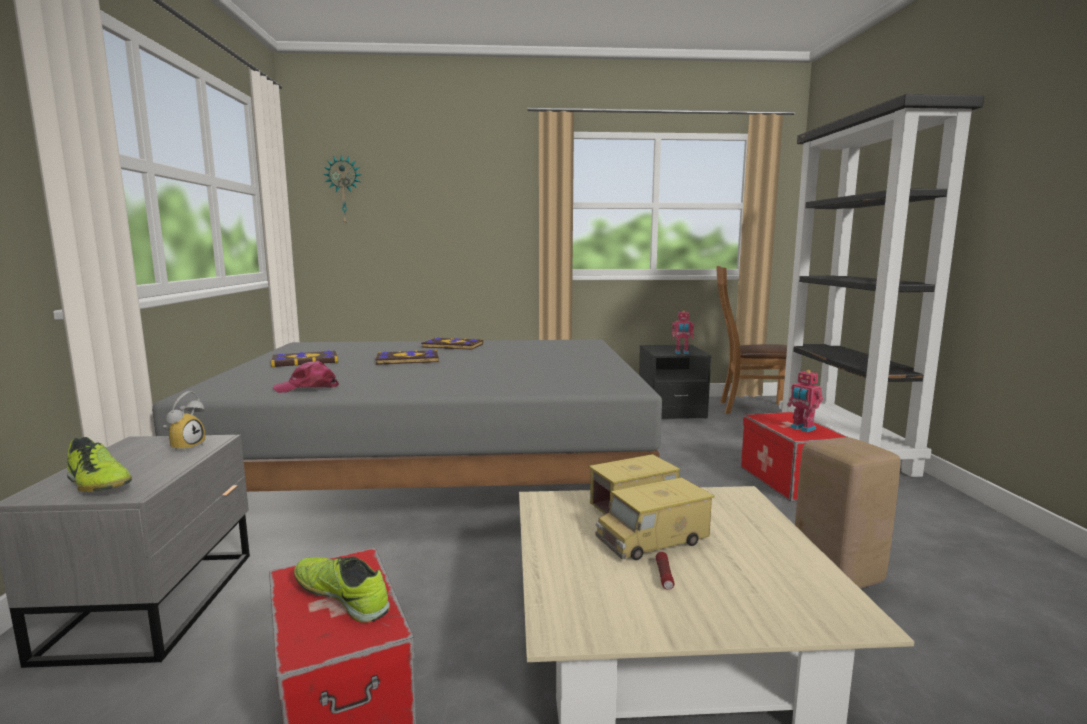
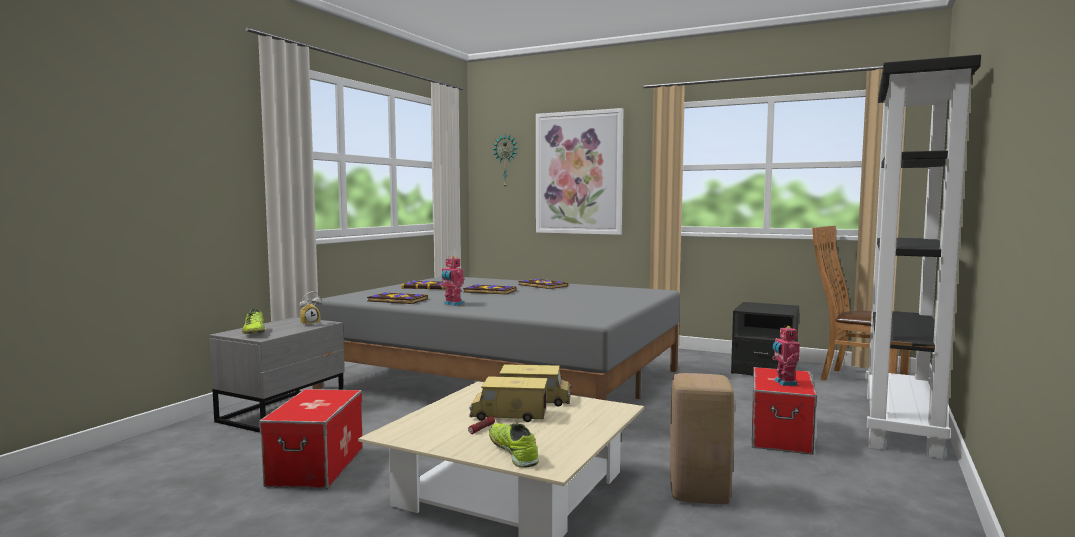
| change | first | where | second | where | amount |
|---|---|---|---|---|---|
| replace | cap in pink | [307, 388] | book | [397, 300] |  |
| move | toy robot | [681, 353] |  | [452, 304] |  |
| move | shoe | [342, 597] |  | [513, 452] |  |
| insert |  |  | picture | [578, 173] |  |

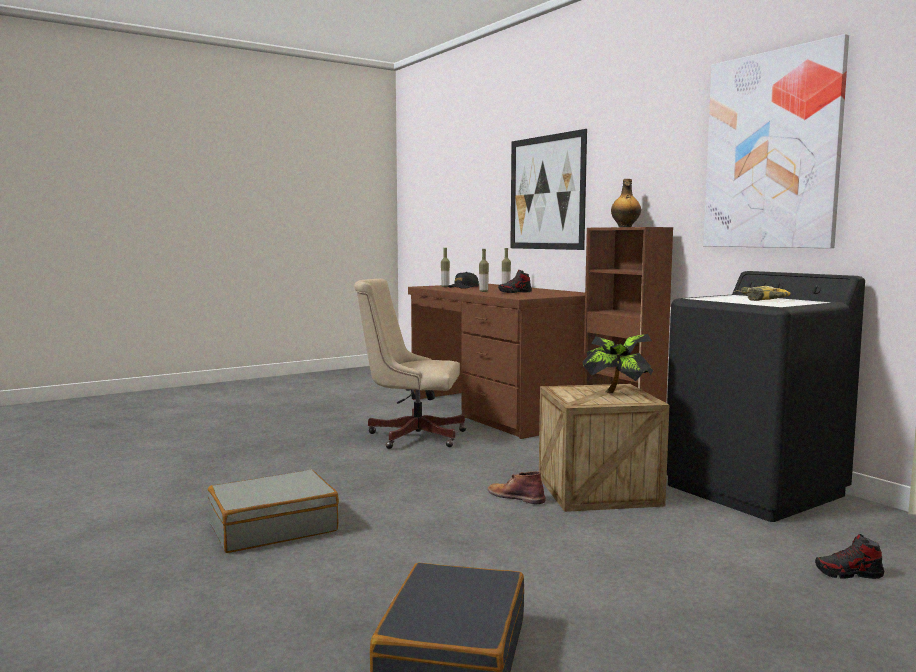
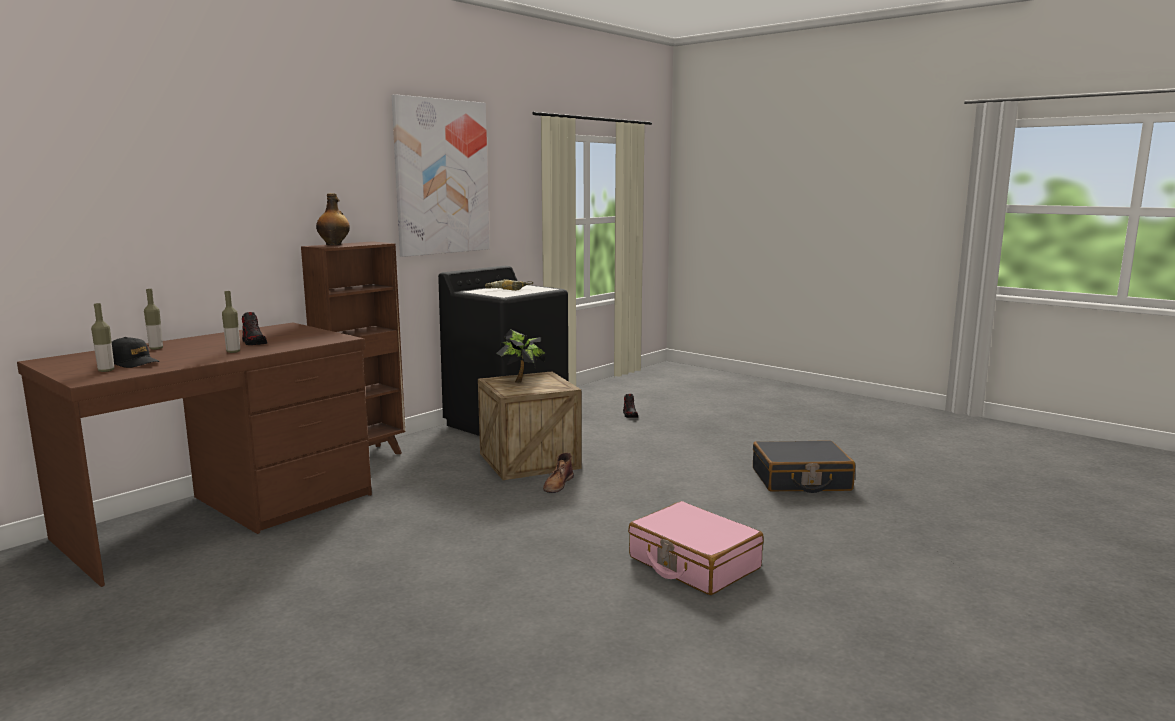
| change | first | where | second | where | amount |
|---|---|---|---|---|---|
| recolor | suitcase in grey | [273, 527] | suitcase in pink | [693, 563] |  |
| delete | office chair in beige | [410, 436] |  |  |  |
| delete | picture | [546, 192] |  |  |  |

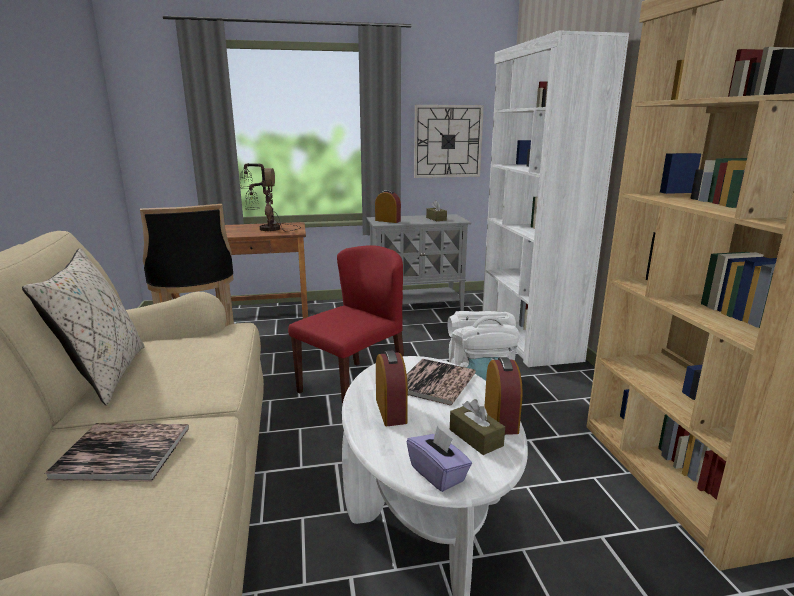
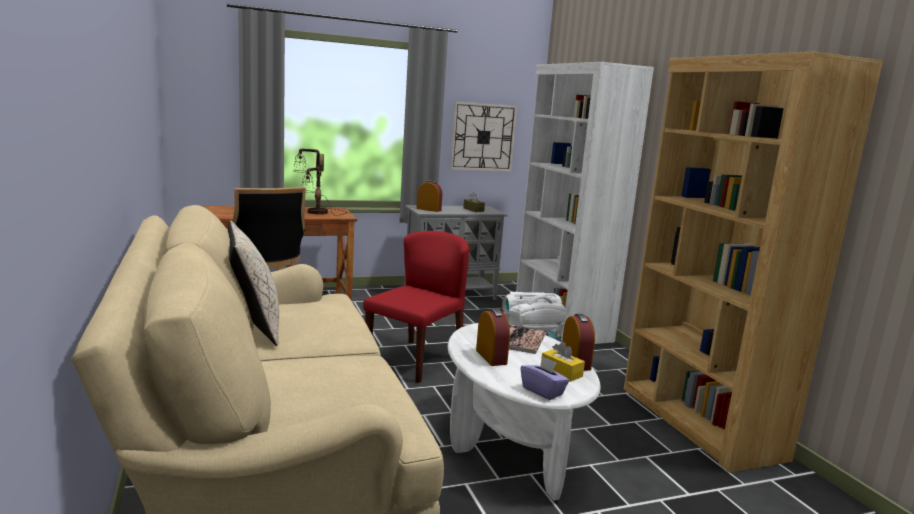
| change | first | where | second | where | amount |
|---|---|---|---|---|---|
| recolor | tissue box in brown | [476, 437] | tissue box in yellow | [561, 372] |  |
| delete | book | [123, 452] |  |  |  |

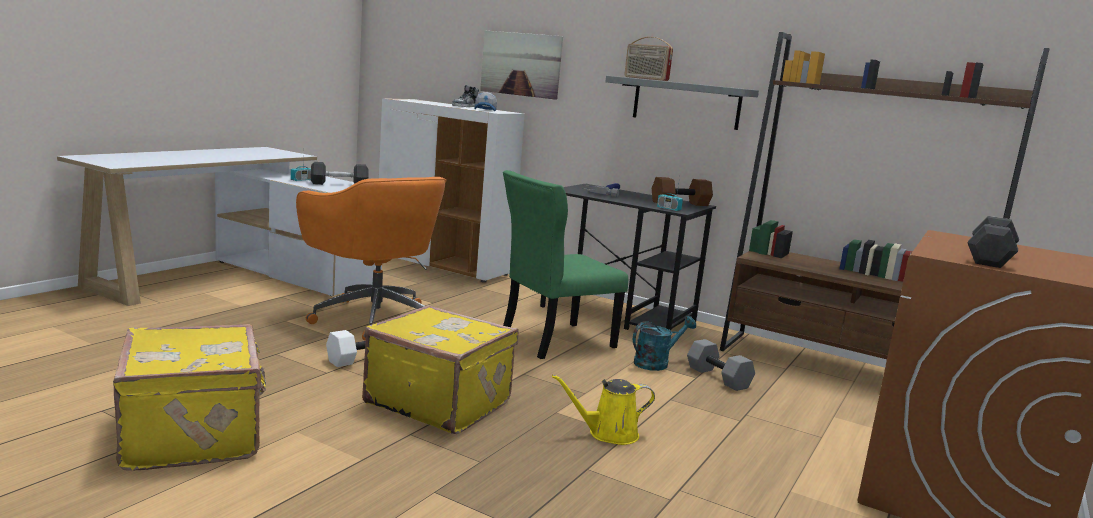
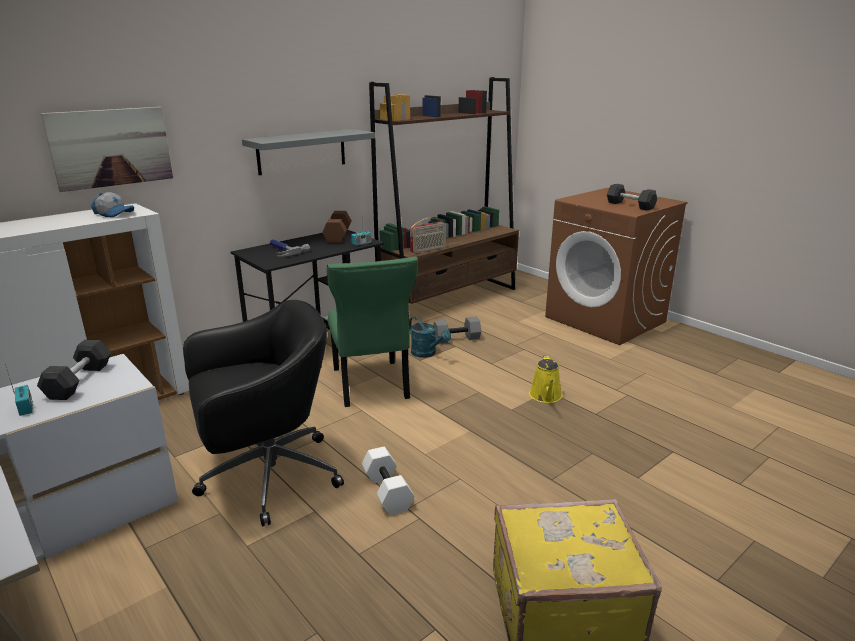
| change | first | where | second | where | amount |
|---|---|---|---|---|---|
| recolor | office chair in orange | [373, 318] | office chair in black | [267, 477] |  |
| rotate | watering can in turquoise | [656, 363] |  | [427, 353] | 150 degrees clockwise |
| move | radio | [645, 78] |  | [428, 250] |  |
| delete | suitcase in yellow | [439, 402] |  |  |  |
| delete | shoe | [465, 106] |  |  |  |

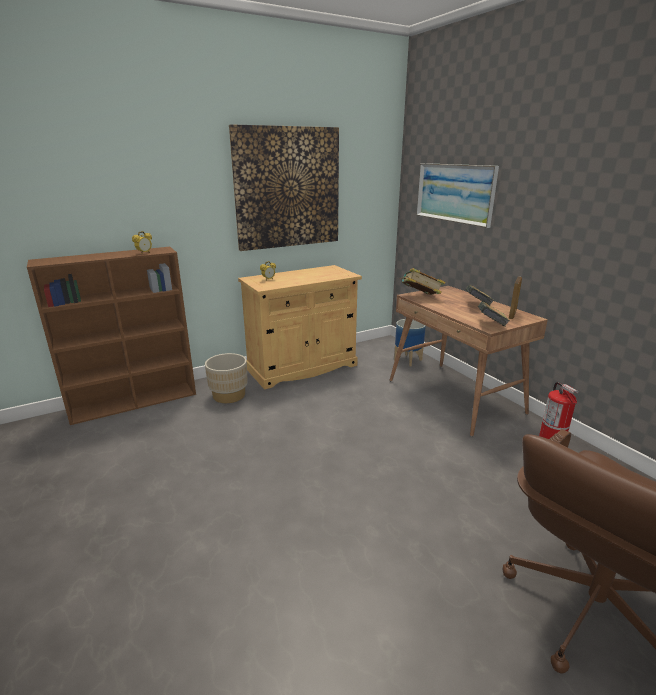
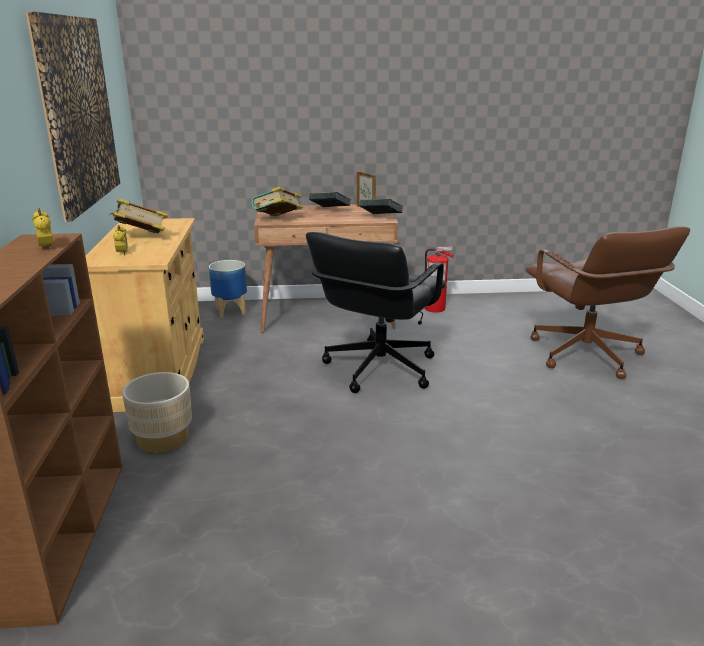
| change | first | where | second | where | amount |
|---|---|---|---|---|---|
| insert |  |  | book | [141, 238] |  |
| insert |  |  | office chair in black | [378, 368] |  |
| delete | picture | [454, 193] |  |  |  |

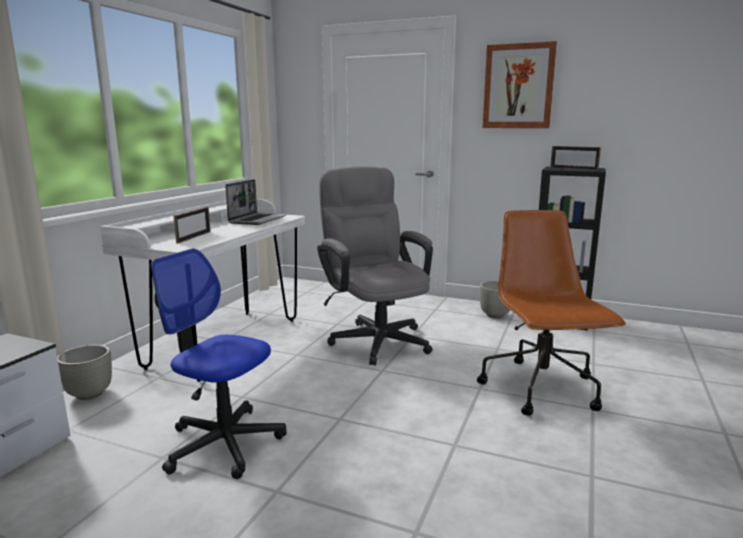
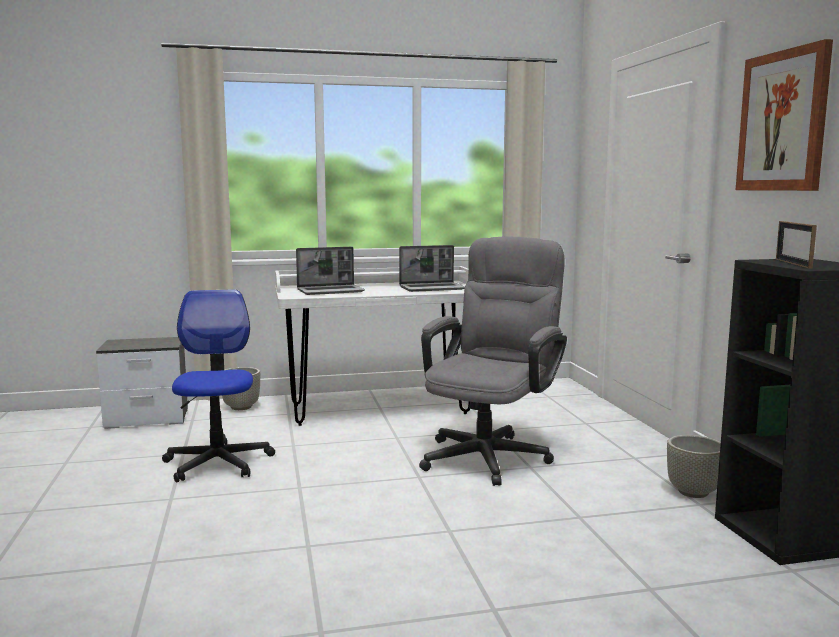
| change | first | where | second | where | amount |
|---|---|---|---|---|---|
| replace | picture frame | [194, 237] | laptop | [331, 291] |  |
| delete | office chair in brown | [542, 389] |  |  |  |

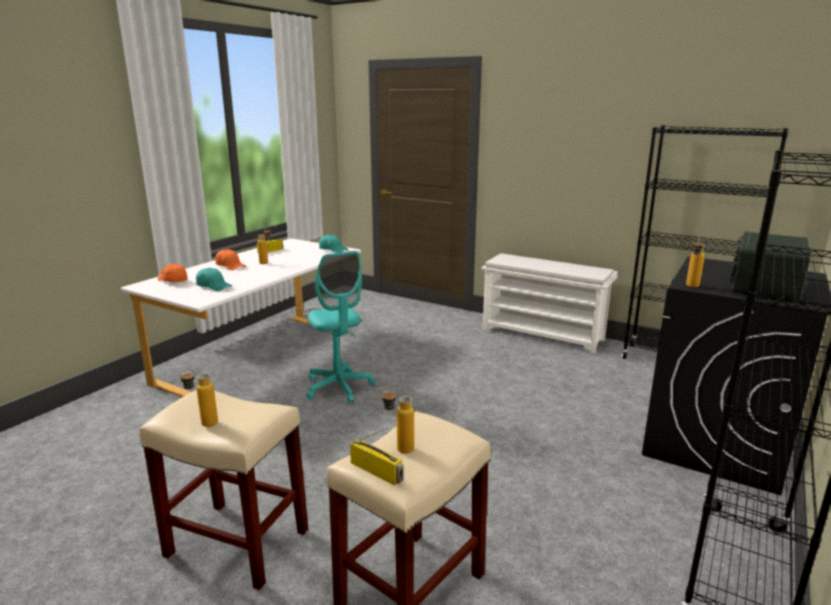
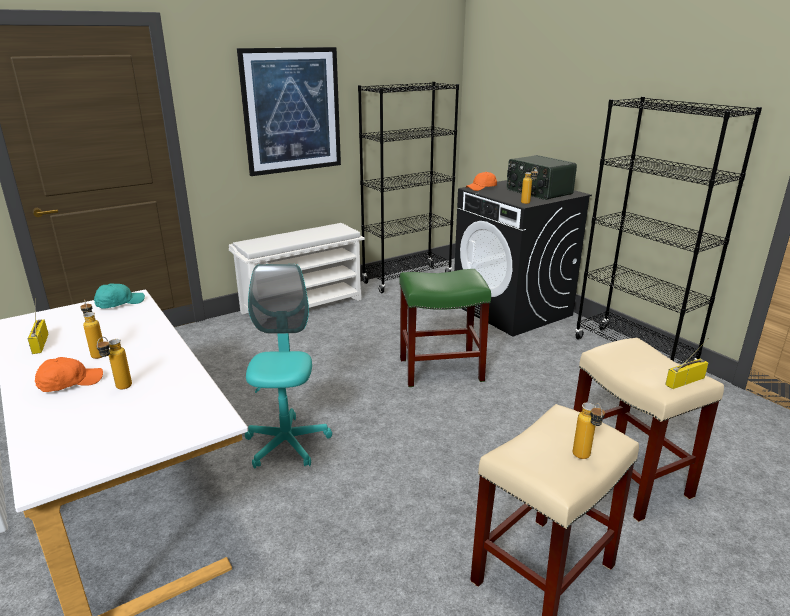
| change | first | where | second | where | amount |
|---|---|---|---|---|---|
| move | bottle | [398, 450] |  | [119, 389] |  |
| insert |  |  | picture | [292, 111] |  |
| rotate | office chair in turquoise | [339, 387] |  | [287, 444] | 90 degrees counterclockwise |
| insert |  |  | stool in green | [441, 369] |  |
| move | cap in orange | [172, 281] |  | [482, 188] |  |
| delete | cap in turquoise | [214, 286] |  |  |  |

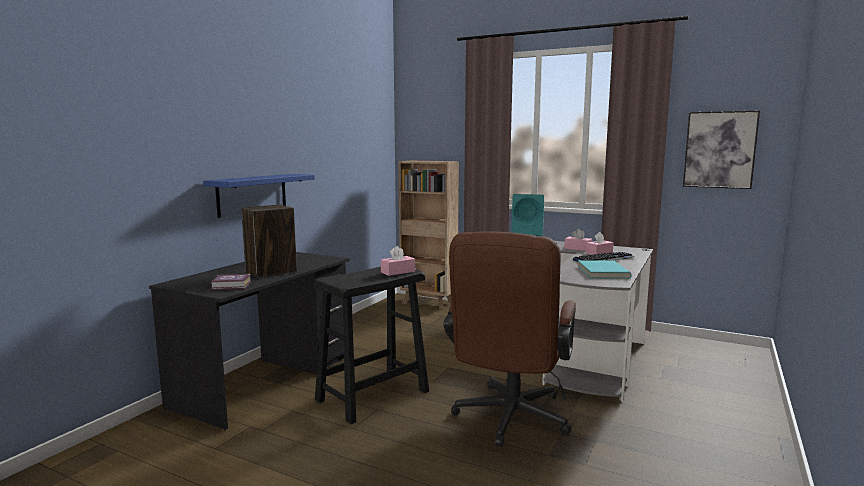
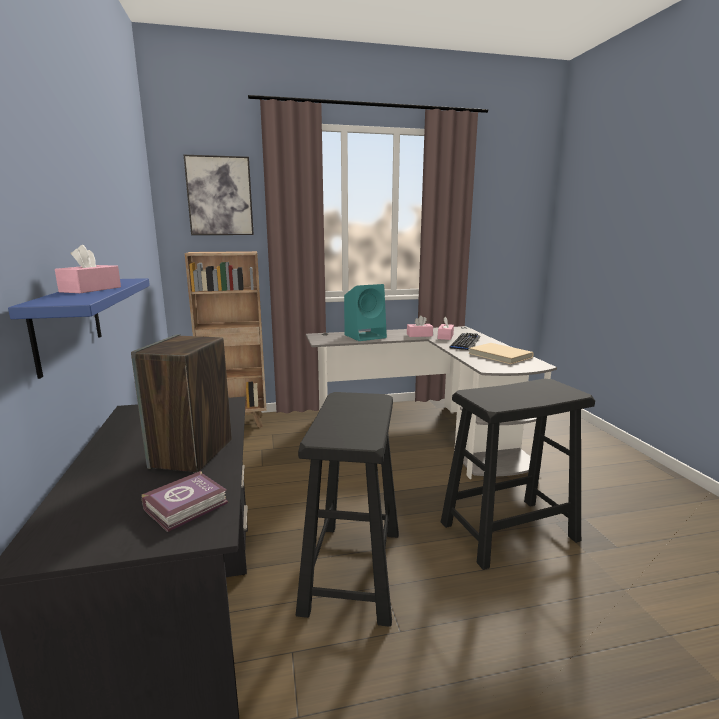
| change | first | where | second | where | amount |
|---|---|---|---|---|---|
| move | tissue box in pink | [398, 272] |  | [91, 289] |  |
| move | picture | [719, 150] |  | [220, 196] |  |
| replace | office chair in brown | [509, 420] | stool in black | [507, 531] |  |
| recolor | book in turquoise | [601, 272] | book in beige | [499, 355] |  |

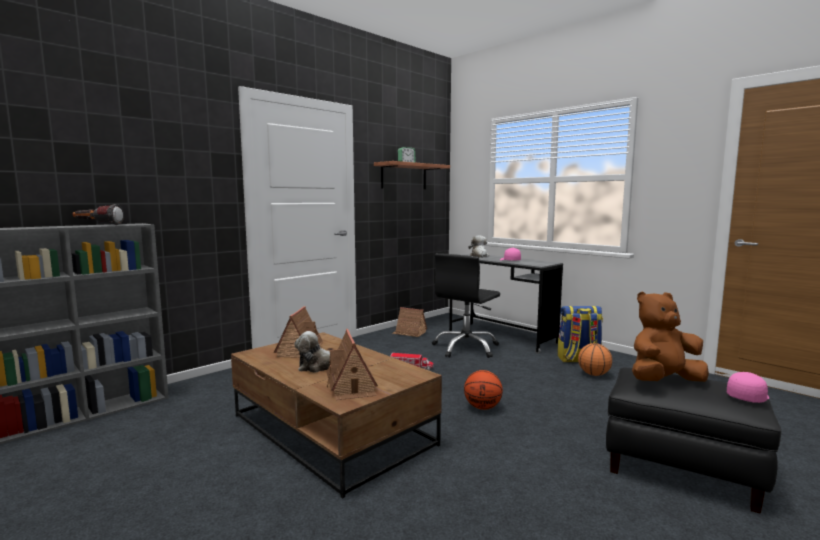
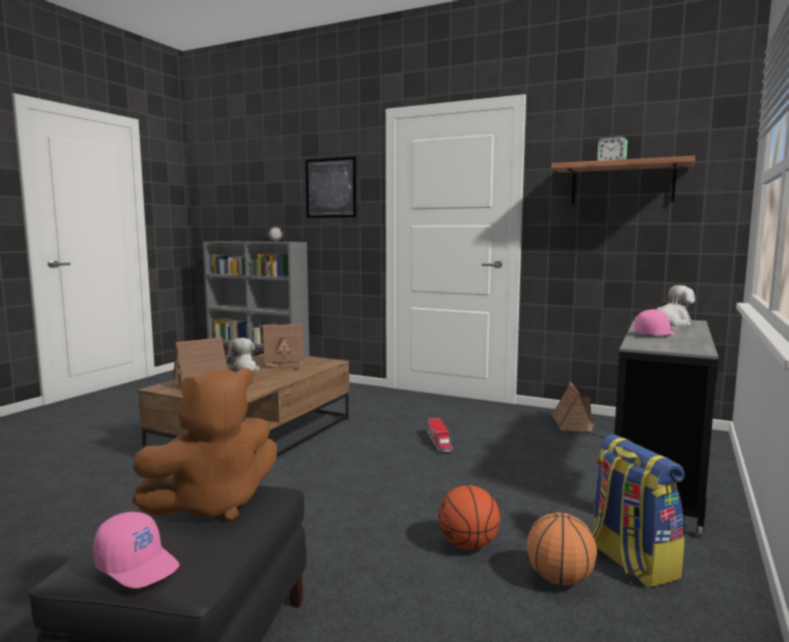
| change | first | where | second | where | amount |
|---|---|---|---|---|---|
| rotate | plush toy in brown | [663, 381] |  | [213, 504] | 90 degrees clockwise |
| insert |  |  | picture | [330, 188] |  |
| move | basketball | [482, 407] |  | [468, 545] |  |
| delete | office chair in black | [466, 348] |  |  |  |

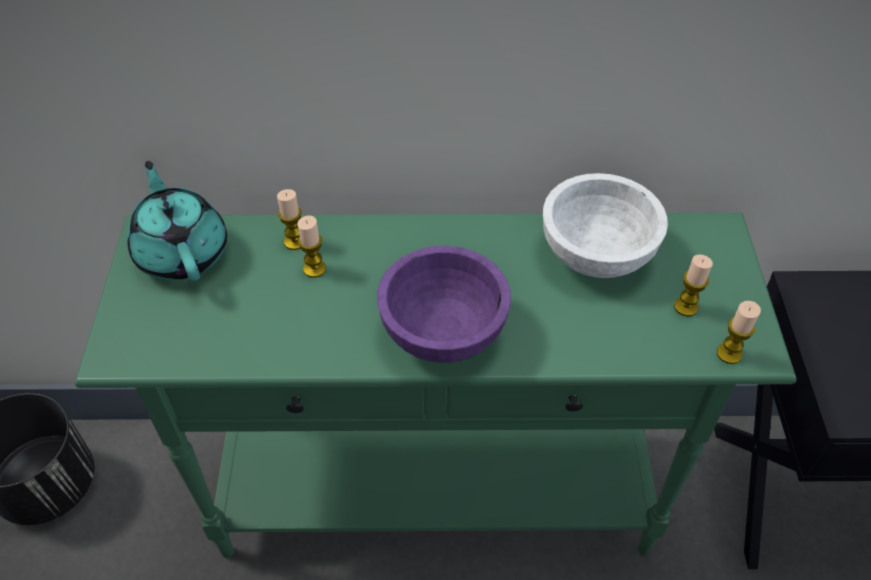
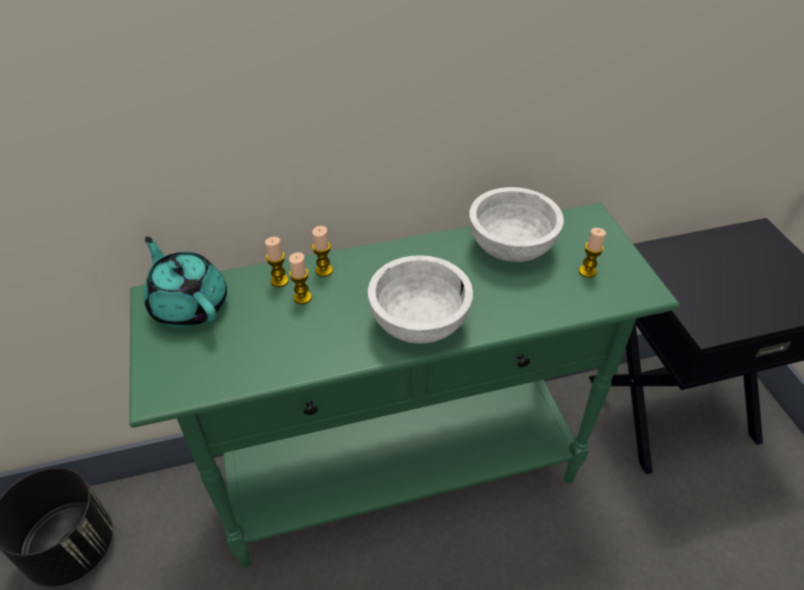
| change | first | where | second | where | amount |
|---|---|---|---|---|---|
| move | candle | [729, 354] |  | [324, 270] |  |
| recolor | bowl in purple | [442, 332] | bowl in white | [419, 323] |  |

